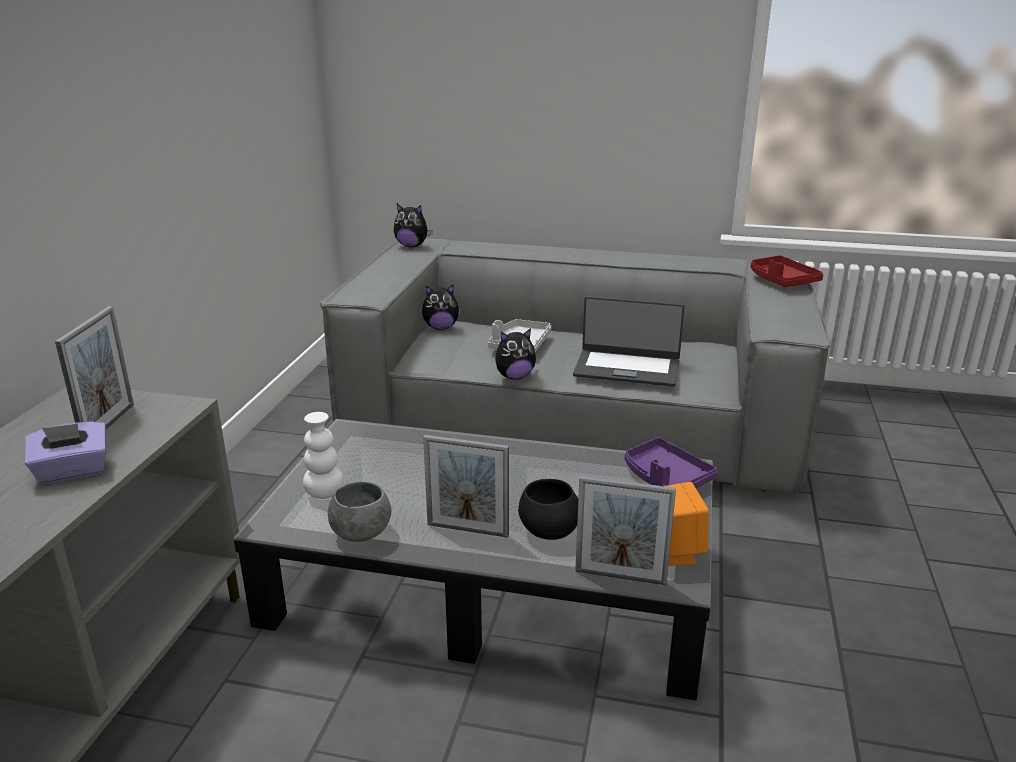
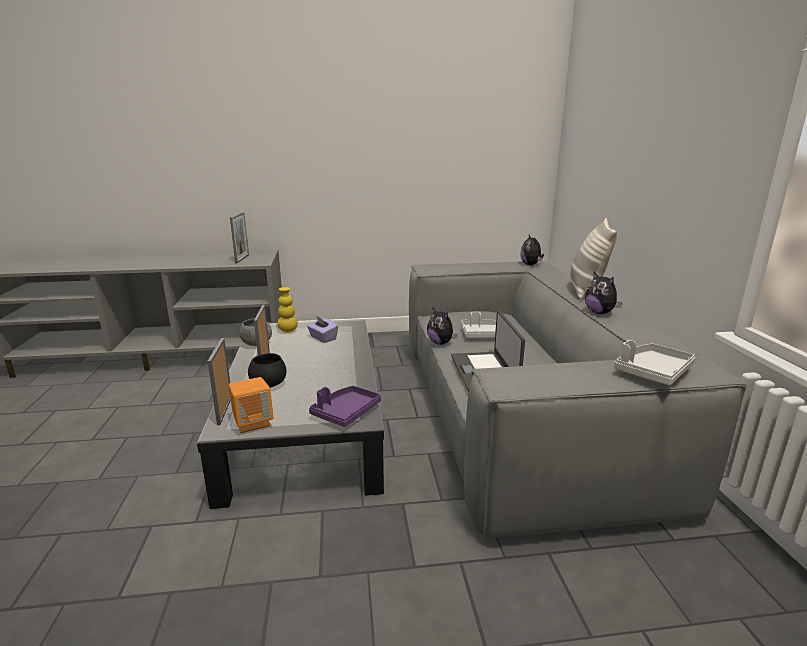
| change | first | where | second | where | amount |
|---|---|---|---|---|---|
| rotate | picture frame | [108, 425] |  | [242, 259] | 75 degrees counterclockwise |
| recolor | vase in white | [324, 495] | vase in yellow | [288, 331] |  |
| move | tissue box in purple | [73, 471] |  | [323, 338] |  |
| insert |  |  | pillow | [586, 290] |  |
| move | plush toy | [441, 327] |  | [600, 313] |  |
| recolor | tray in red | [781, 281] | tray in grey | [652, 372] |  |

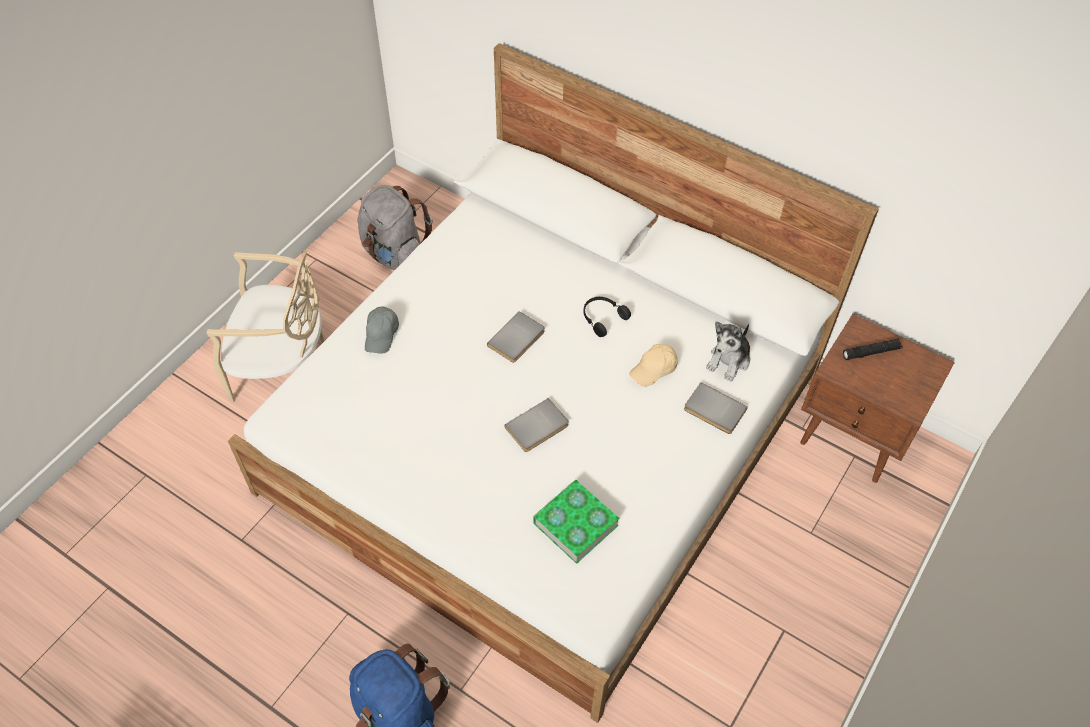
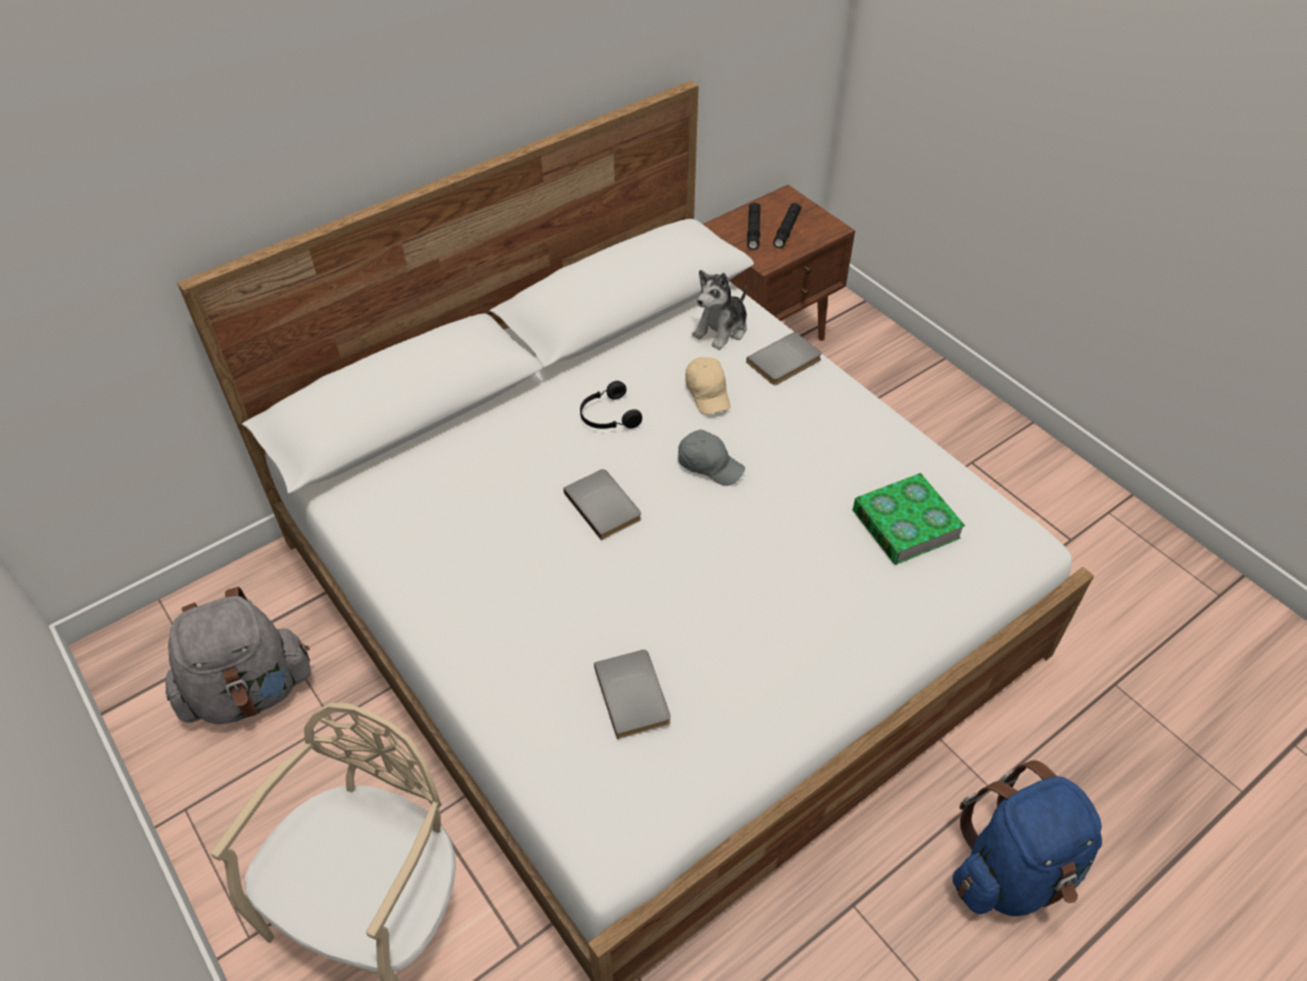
| change | first | where | second | where | amount |
|---|---|---|---|---|---|
| move | book in grey | [538, 428] |  | [635, 694] |  |
| move | cap in grey | [381, 334] |  | [709, 465] |  |
| rotate | plush toy | [729, 360] |  | [721, 329] | 75 degrees clockwise |
| insert |  |  | flashlight in black | [787, 229] |  |

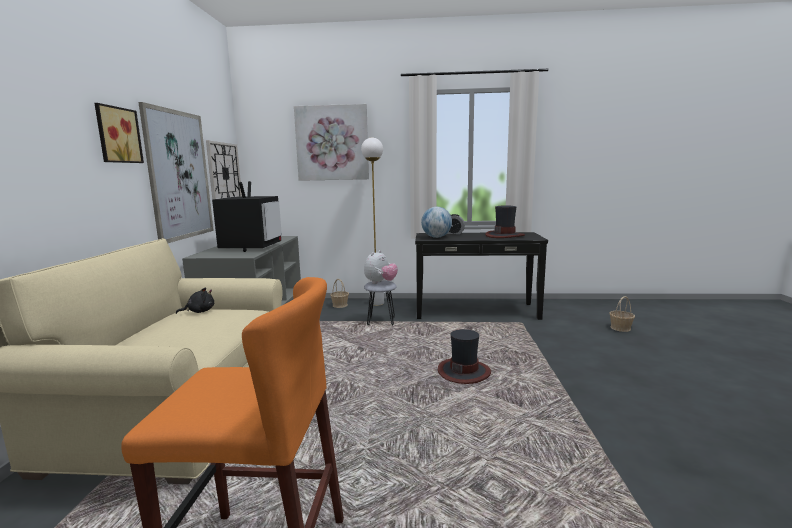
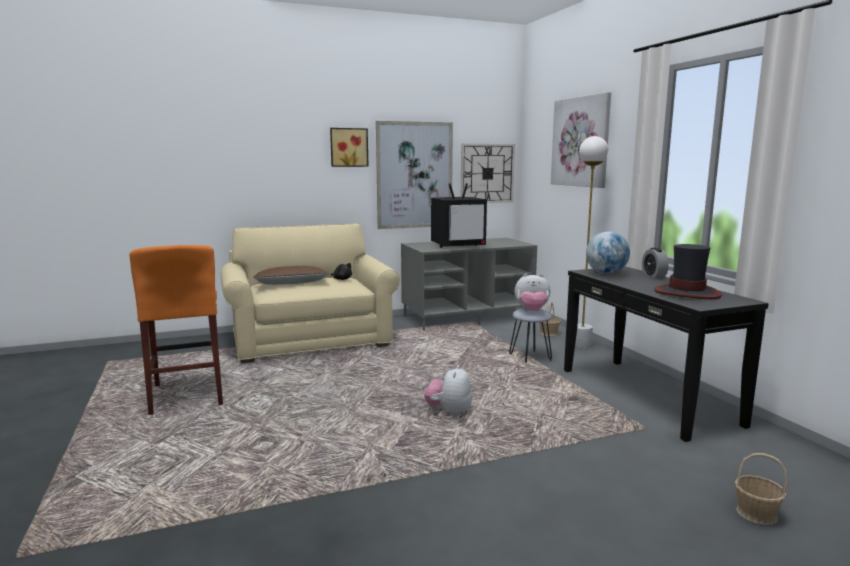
| change | first | where | second | where | amount |
|---|---|---|---|---|---|
| insert |  |  | pillow in brown | [291, 284] |  |
| replace | hat | [464, 371] | plush toy | [449, 412] |  |

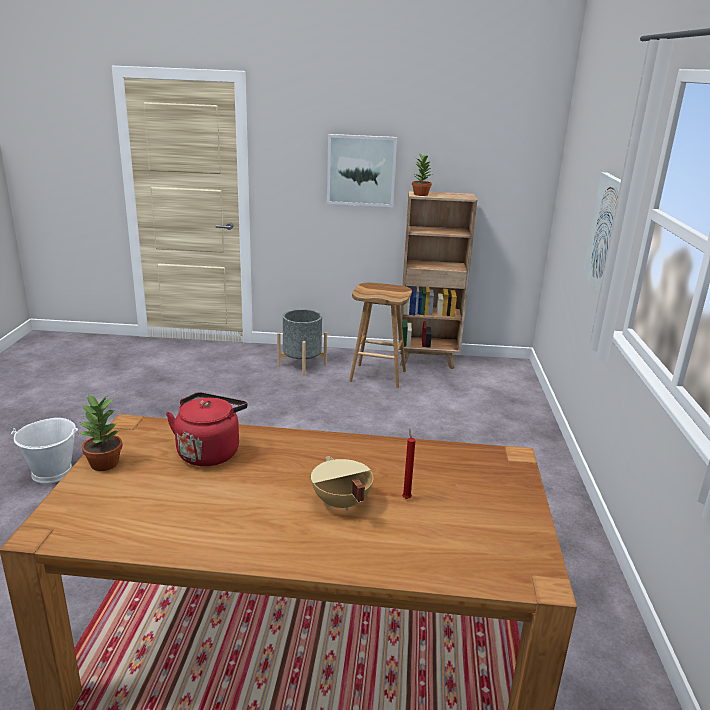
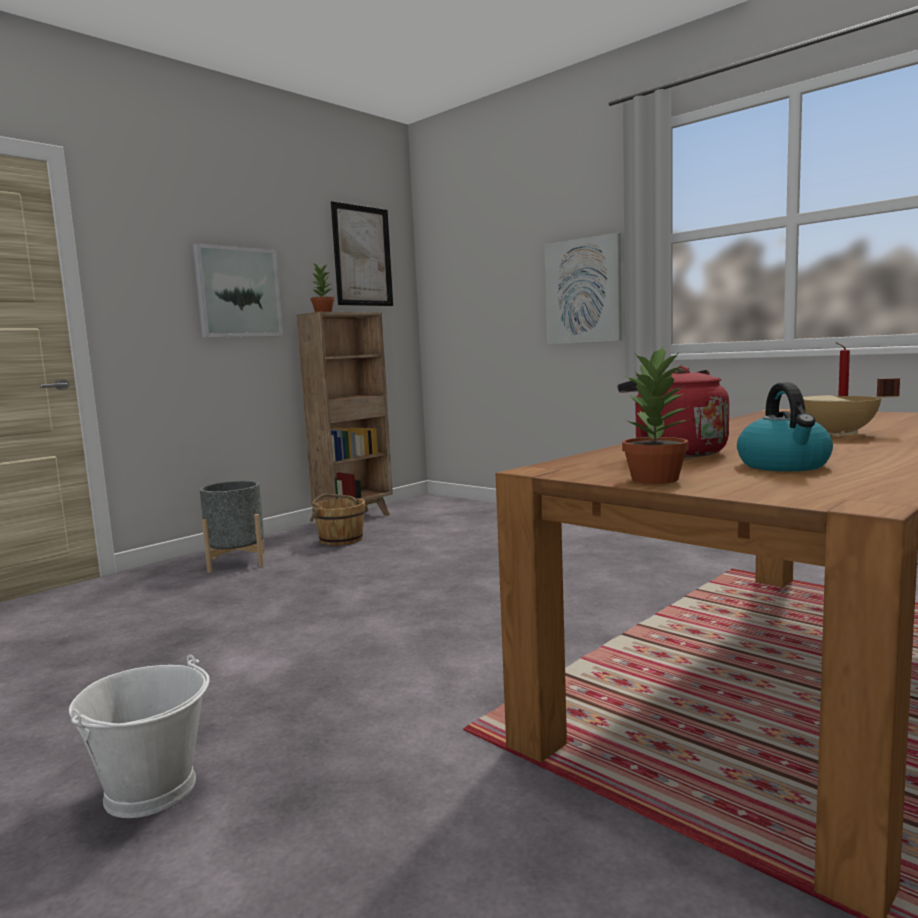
| change | first | where | second | where | amount |
|---|---|---|---|---|---|
| replace | stool in brown | [378, 376] | bucket in brown | [340, 539] |  |
| insert |  |  | picture | [362, 256] |  |
| insert |  |  | kettle | [784, 466] |  |

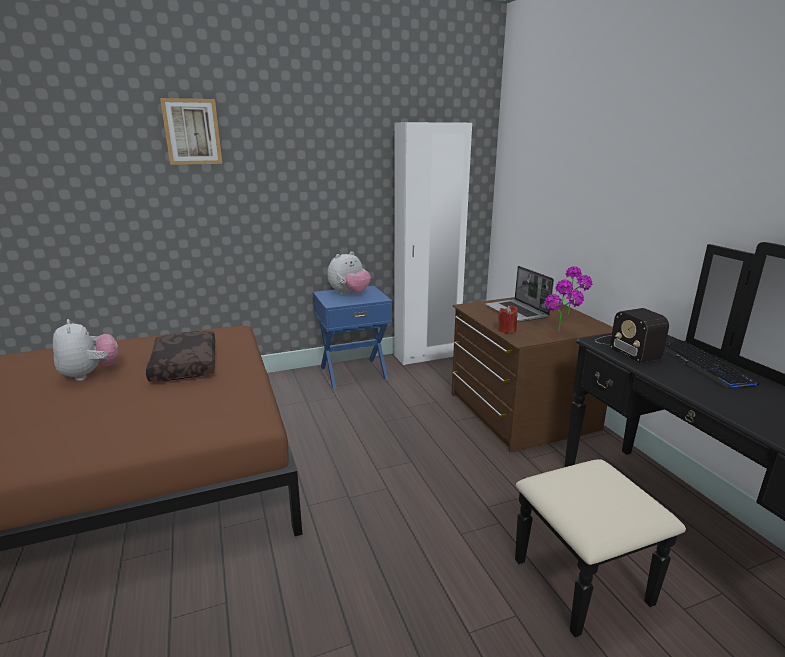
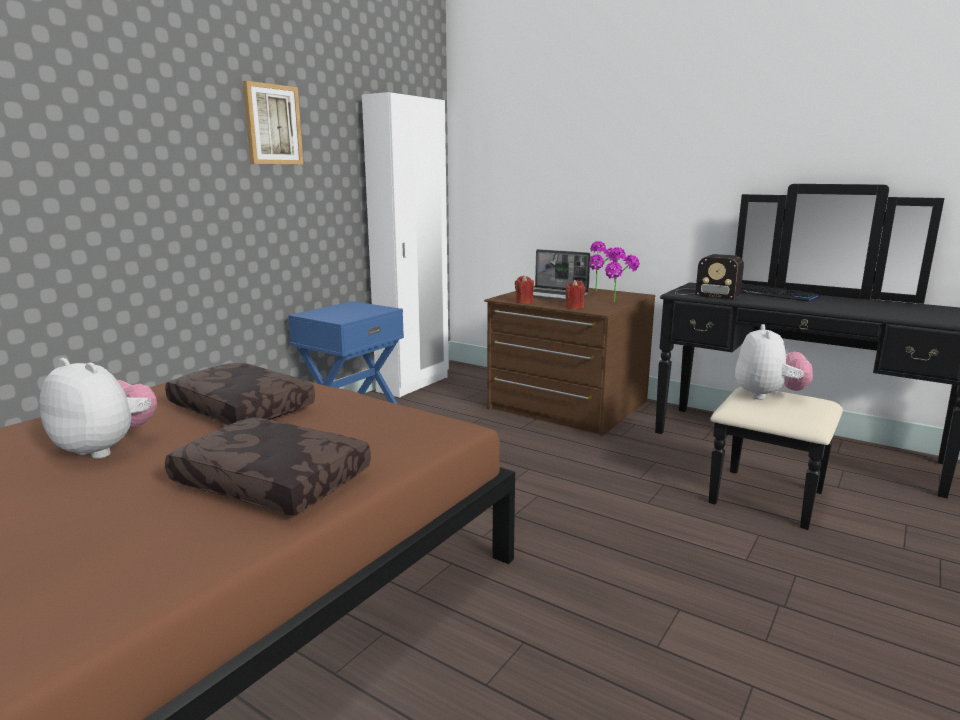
| change | first | where | second | where | amount |
|---|---|---|---|---|---|
| insert |  |  | pillow in brown | [269, 483] |  |
| move | picture | [192, 132] |  | [272, 125] |  |
| insert |  |  | candle in red | [524, 302] |  |
| move | plush toy | [349, 294] |  | [768, 396] |  |

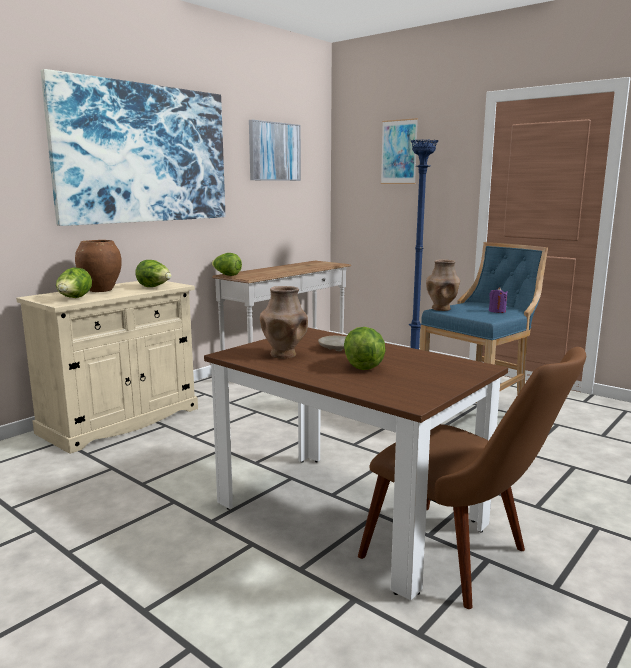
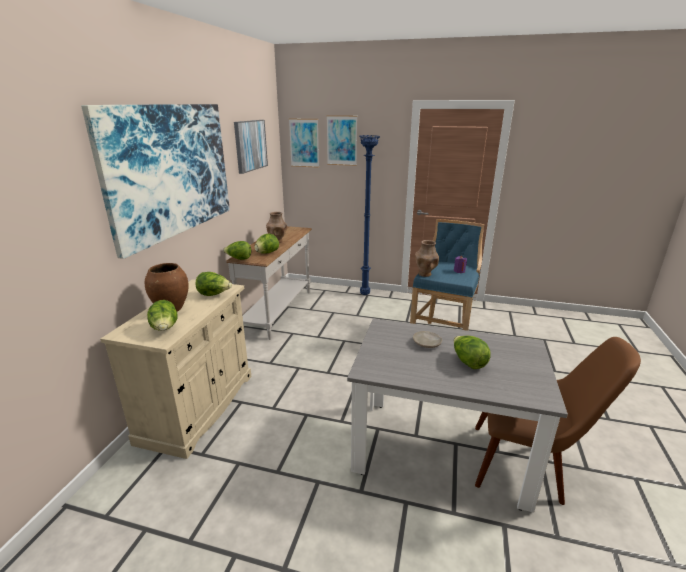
| change | first | where | second | where | amount |
|---|---|---|---|---|---|
| insert |  |  | lettuce | [267, 253] |  |
| move | vase in brown | [284, 355] |  | [277, 241] |  |
| insert |  |  | picture | [304, 143] |  |
| recolor | dining table in brown | [348, 514] | dining table in grey | [440, 450] |  |

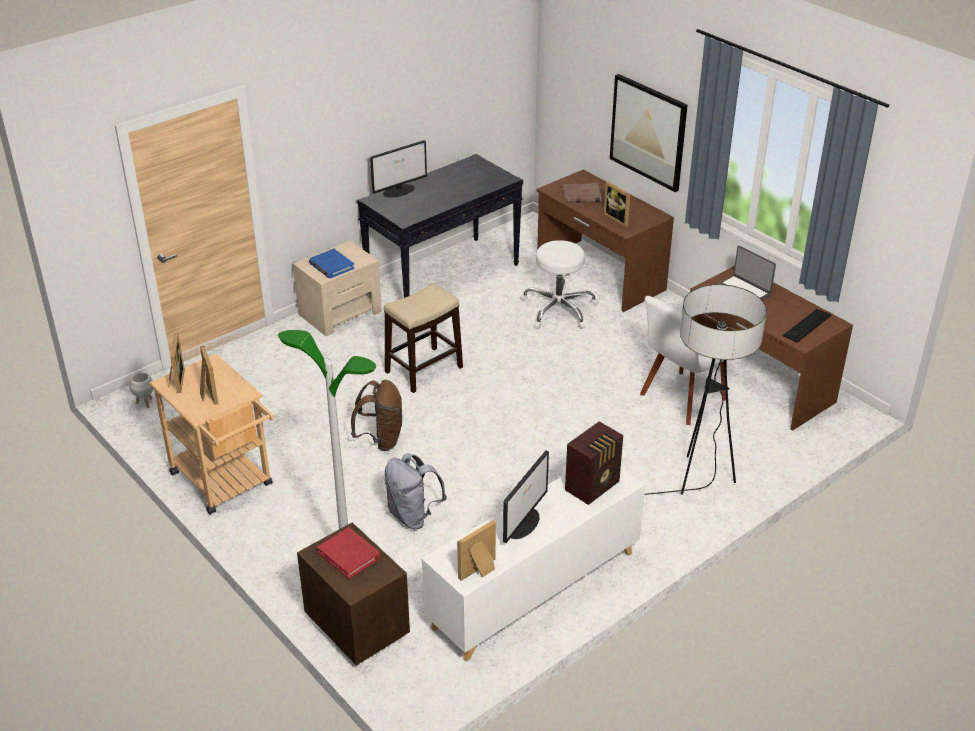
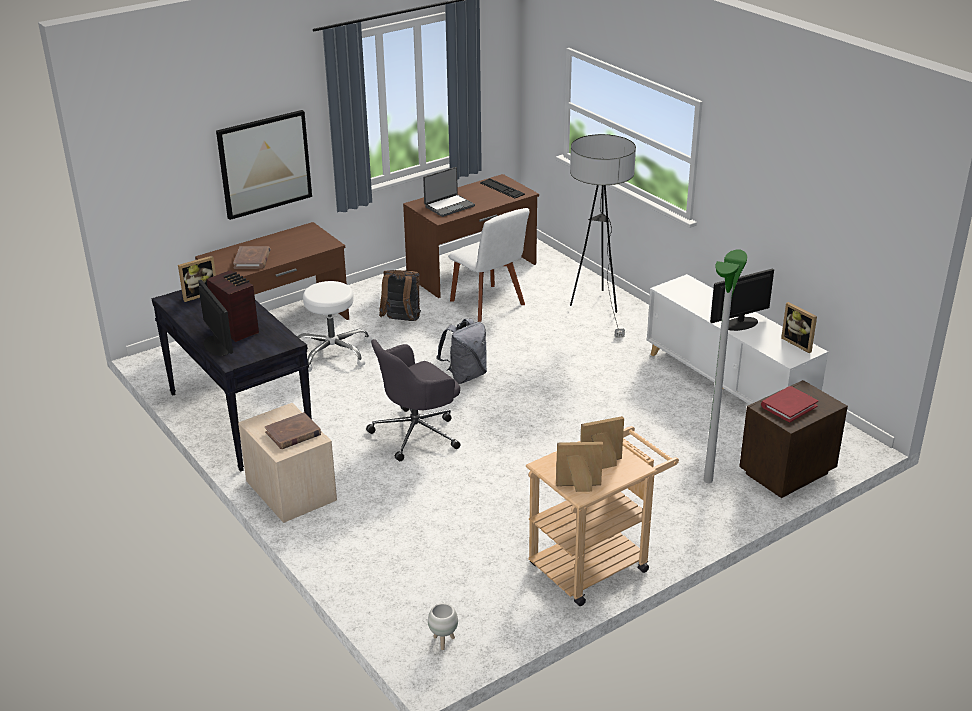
| change | first | where | second | where | amount |
|---|---|---|---|---|---|
| move | picture frame | [618, 218] |  | [199, 294] |  |
| move | radio | [593, 486] |  | [236, 329] |  |
| recolor | book in blue | [331, 266] | book in brown | [293, 433] |  |
| replace | stool | [424, 369] | office chair in grey | [417, 433] |  |
| move | backpack in brown | [381, 440] |  | [401, 321] |  |
| move | backpack in grey | [413, 516] |  | [465, 376] |  |
| rotate | monitor | [523, 523] |  | [739, 324] | 60 degrees counterclockwise |

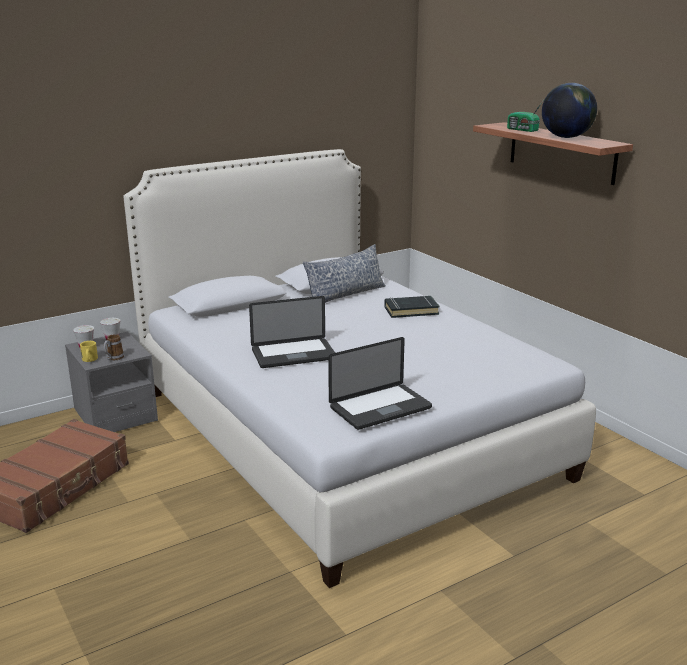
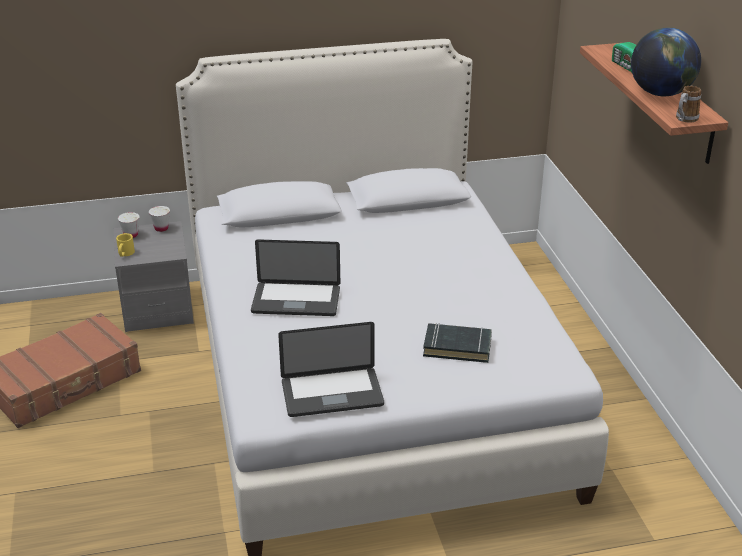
| change | first | where | second | where | amount |
|---|---|---|---|---|---|
| move | book in black | [411, 310] |  | [457, 347] |  |
| move | mug | [113, 358] |  | [684, 119] |  |
| delete | pillow | [345, 294] |  |  |  |

